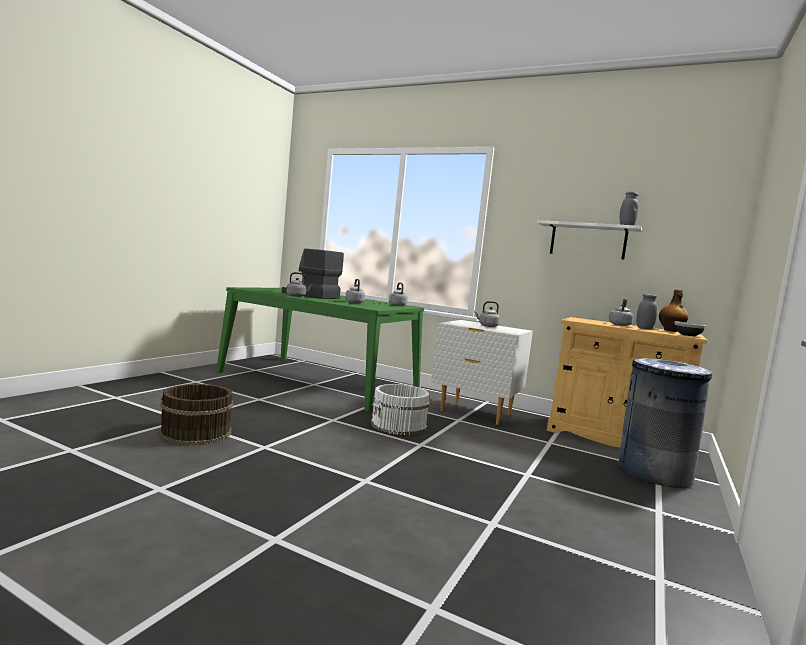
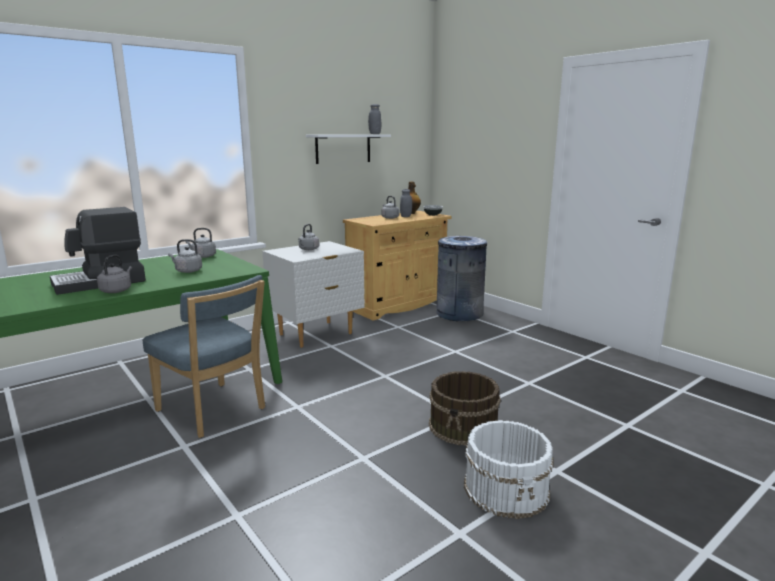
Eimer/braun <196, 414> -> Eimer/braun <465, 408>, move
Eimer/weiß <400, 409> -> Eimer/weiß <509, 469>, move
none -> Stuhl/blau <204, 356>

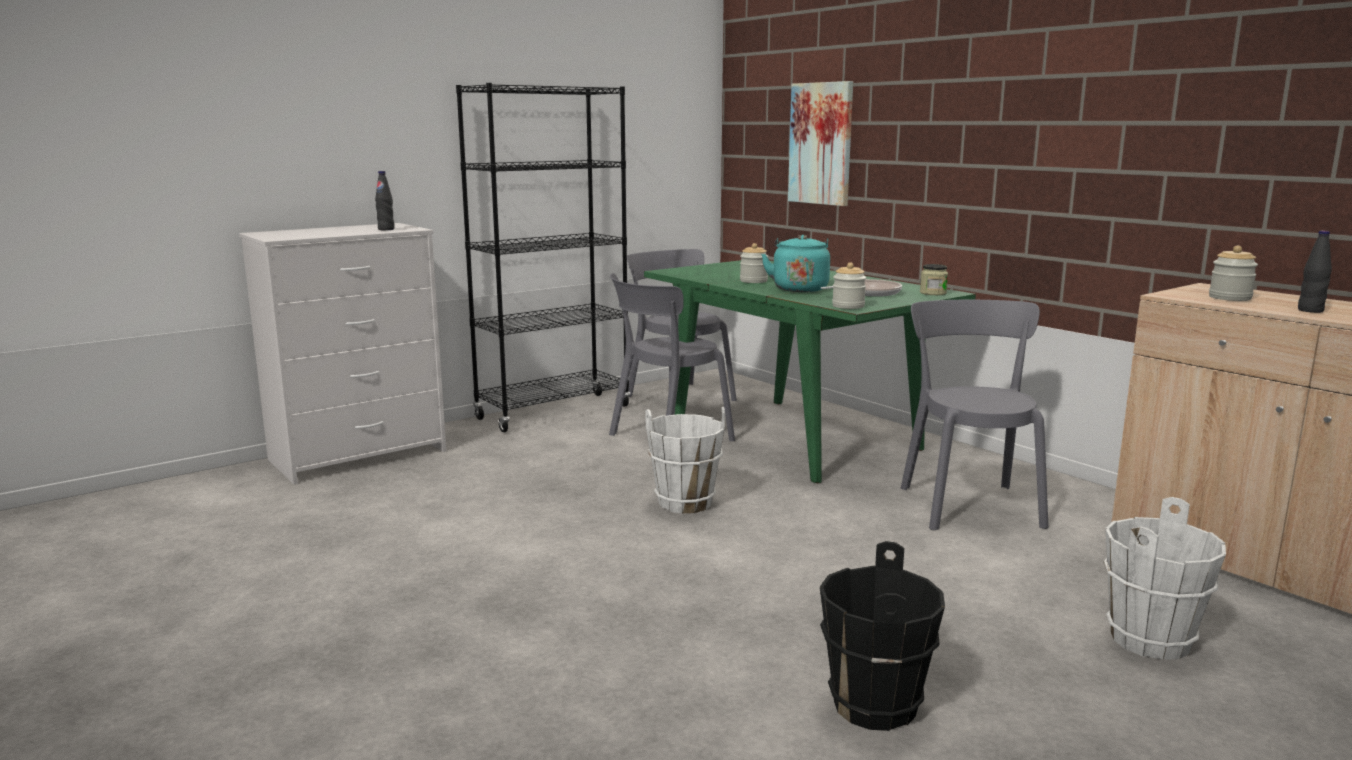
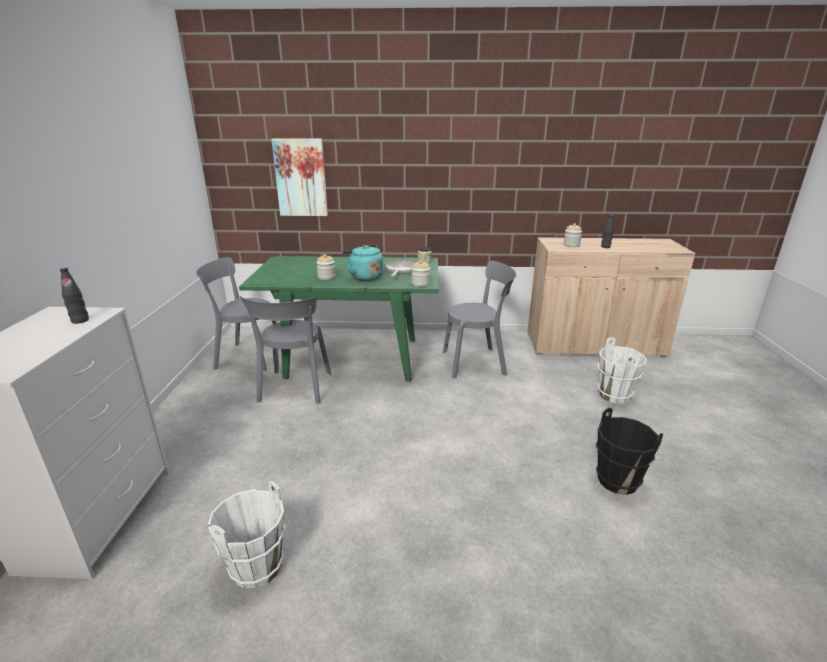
Bücherregal/schwarz <543, 257> -> none
Stuhl/grau <975, 415> -> Stuhl/grau <479, 319>, 135 degrees clockwise
Eimer/weiß <685, 460> -> Eimer/weiß <247, 535>, move

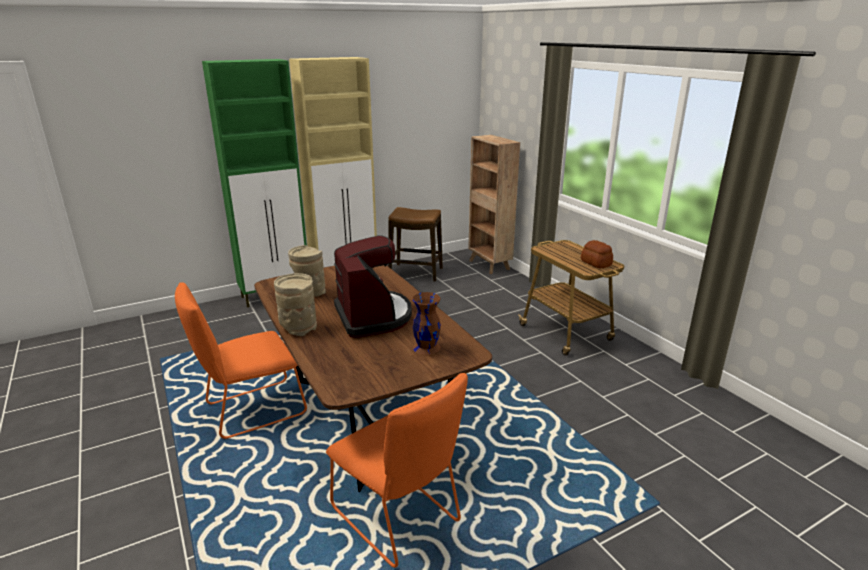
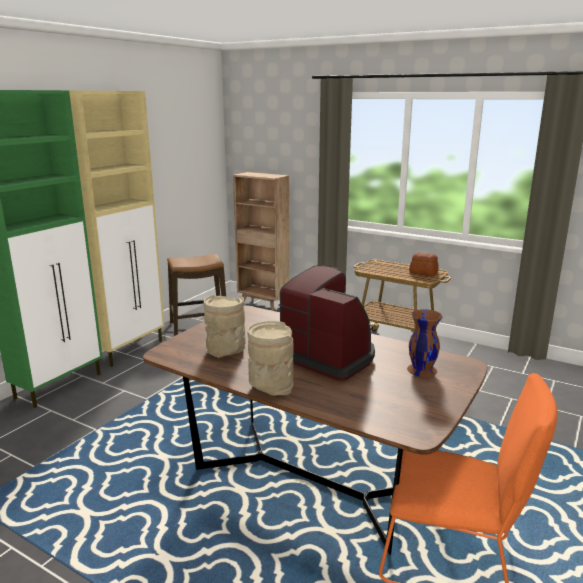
Stuhl/orange <241, 360> -> none

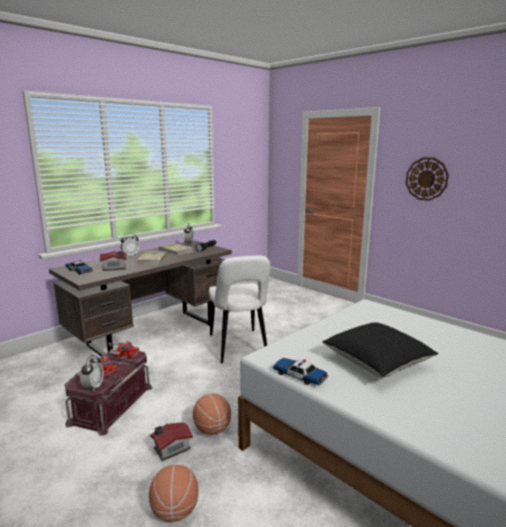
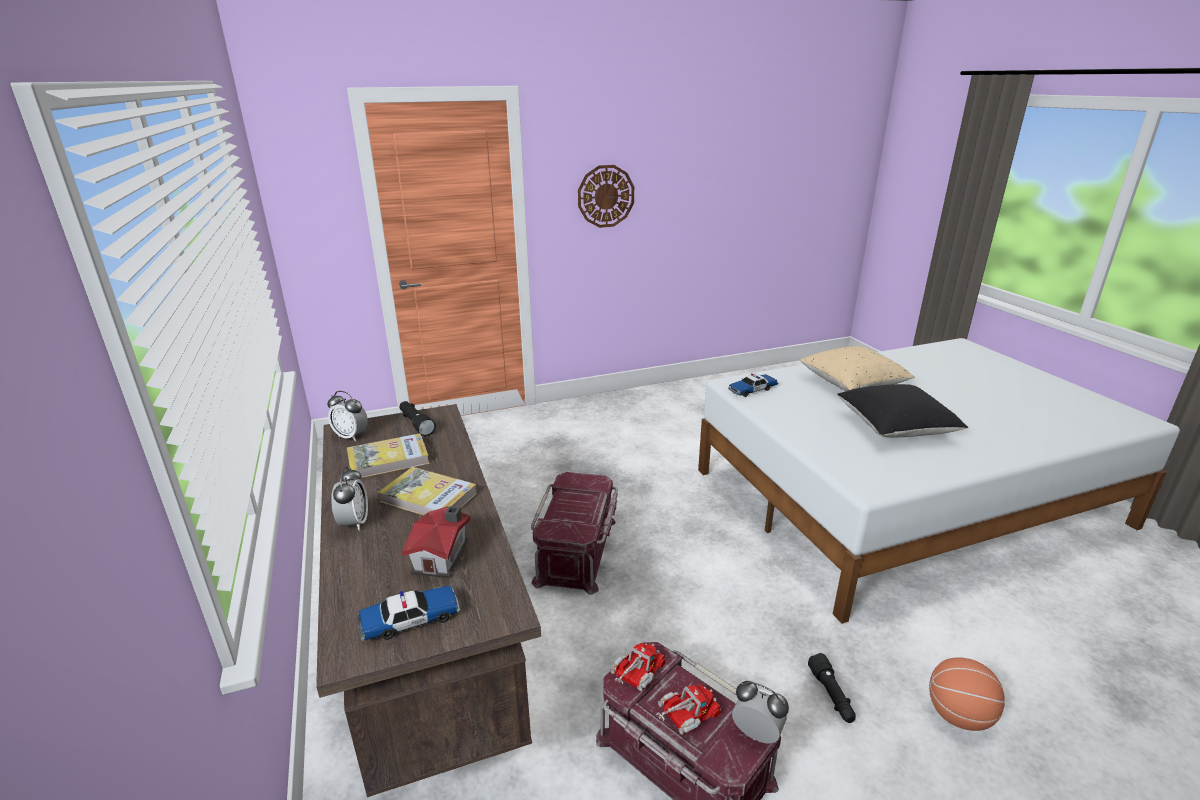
Stuhl/weiß <239, 309> -> Aufbewahrungsbox/rot <574, 533>
Spielzeugauto <300, 371> -> Spielzeugauto <753, 385>, move
Basketball <212, 414> -> none
Spielzeughaus <171, 441> -> Taschenlampe/schwarz <832, 688>
none -> Kissen/beige <857, 368>

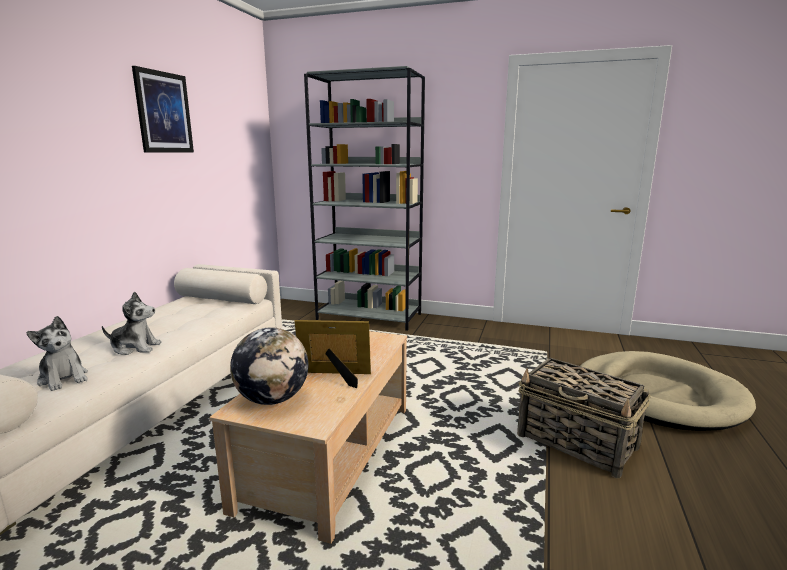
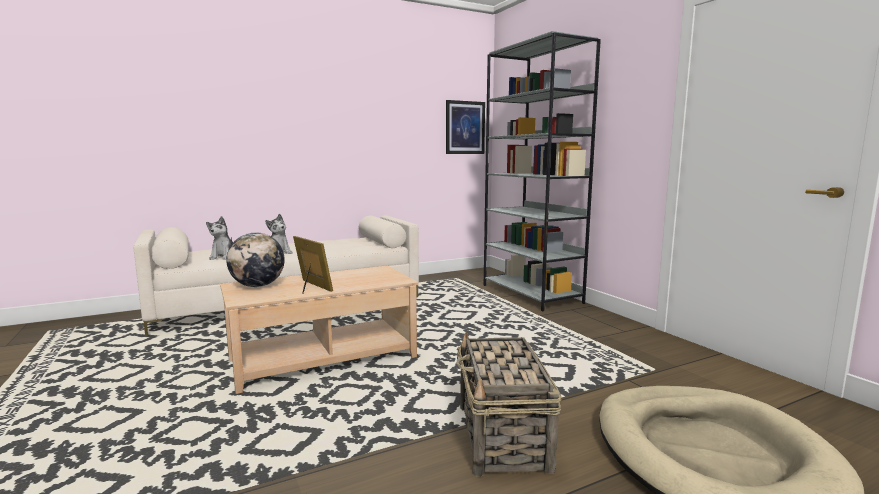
Bild <163, 109> -> Bild <465, 127>, move

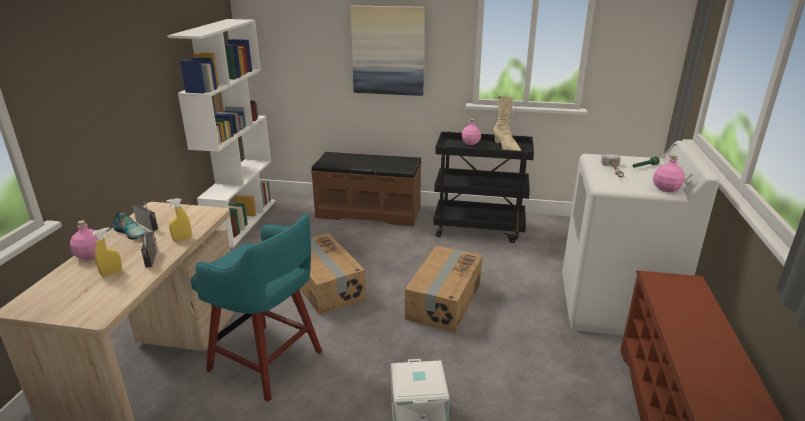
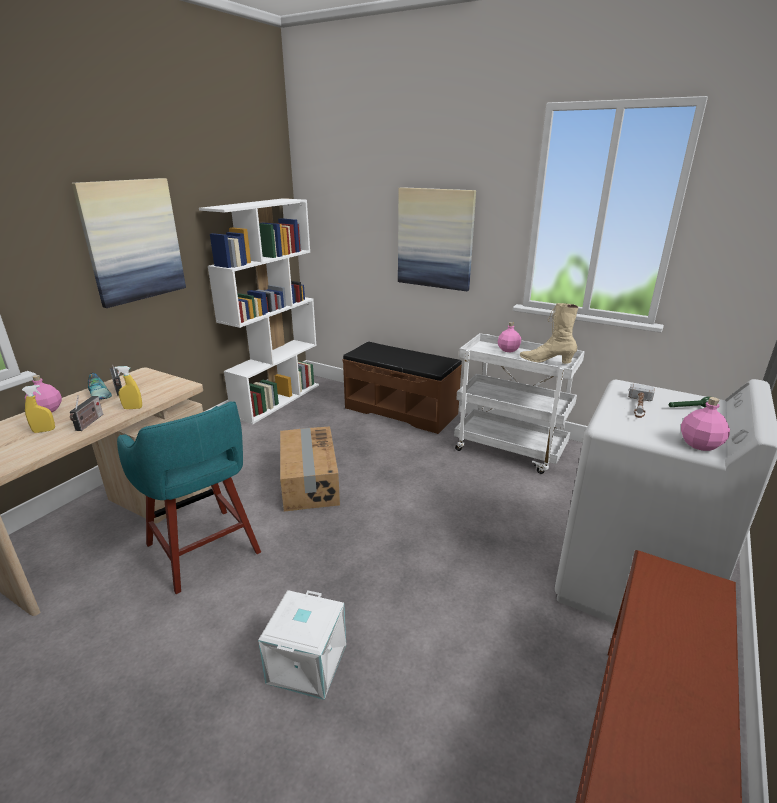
Stiefel/beige <507, 123> -> Stiefel/beige <549, 333>, 120 degrees clockwise
Rollwagen/schwarz <483, 187> -> Rollwagen/weiß <519, 403>
Karton <443, 289> -> none
none -> Bild <129, 243>

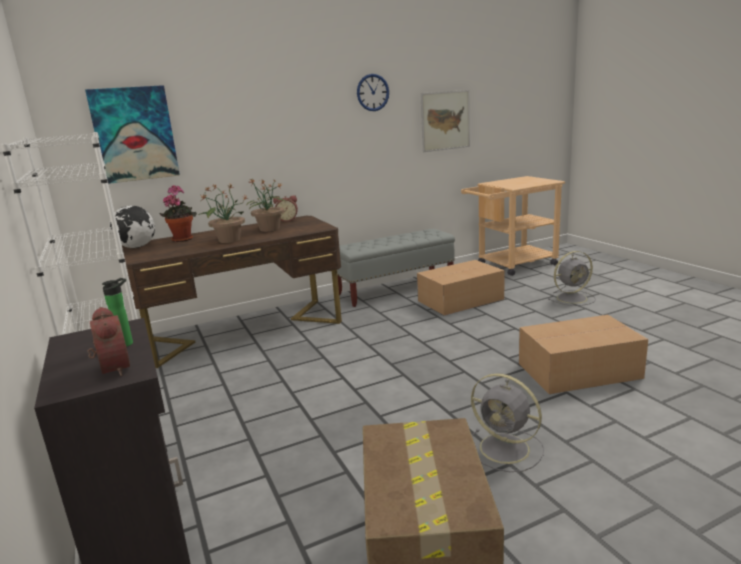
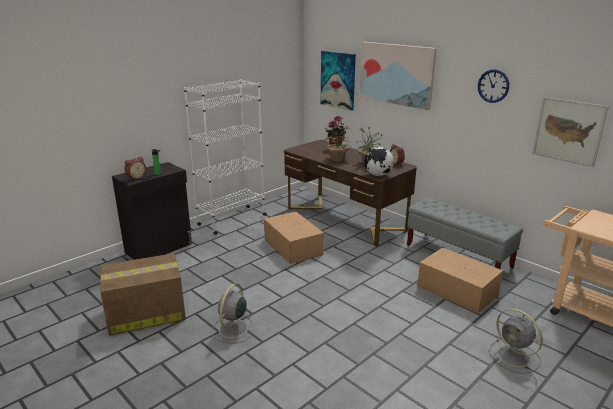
Globus <132, 227> -> Globus <379, 161>, move
Karton <583, 354> -> Karton <294, 238>, move
none -> Bild <398, 76>

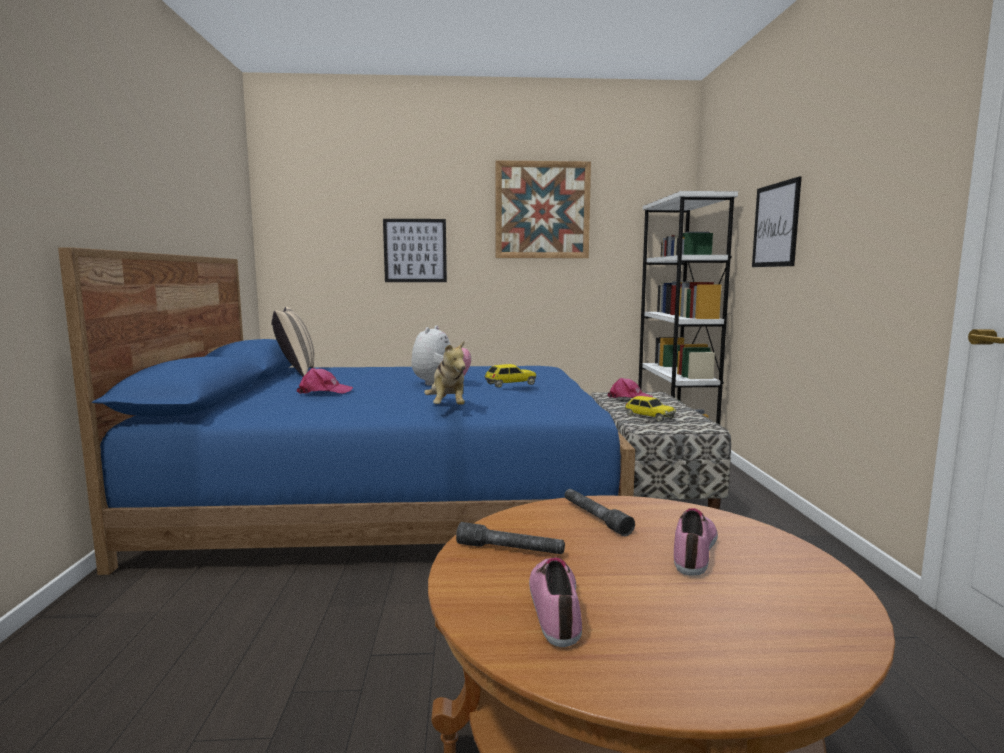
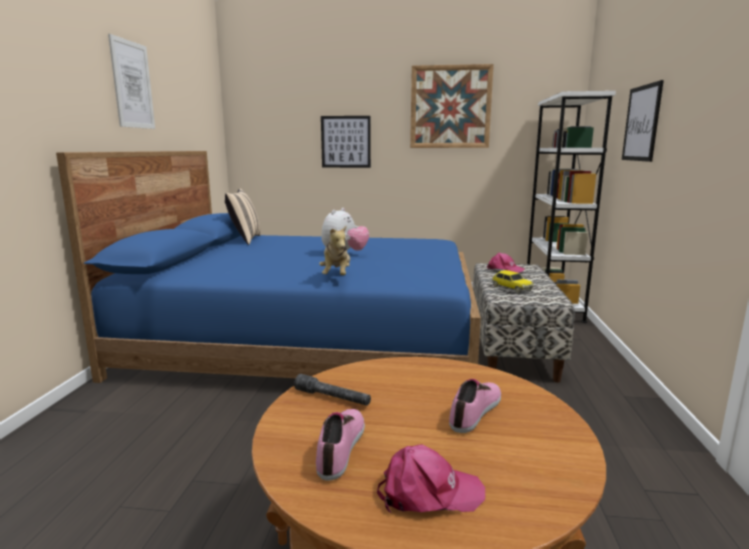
Spielzeugauto <510, 376> -> none
Kappe/rosa <325, 381> -> Kappe/rosa <431, 478>, move
Taschenlampe/grau <600, 512> -> none
none -> Bild <131, 81>

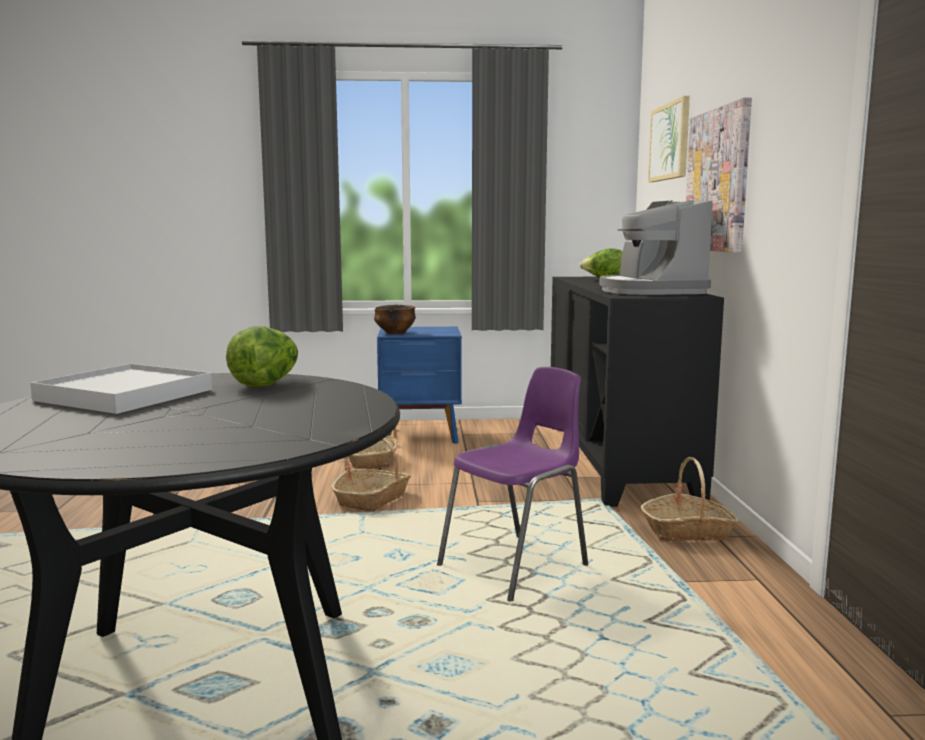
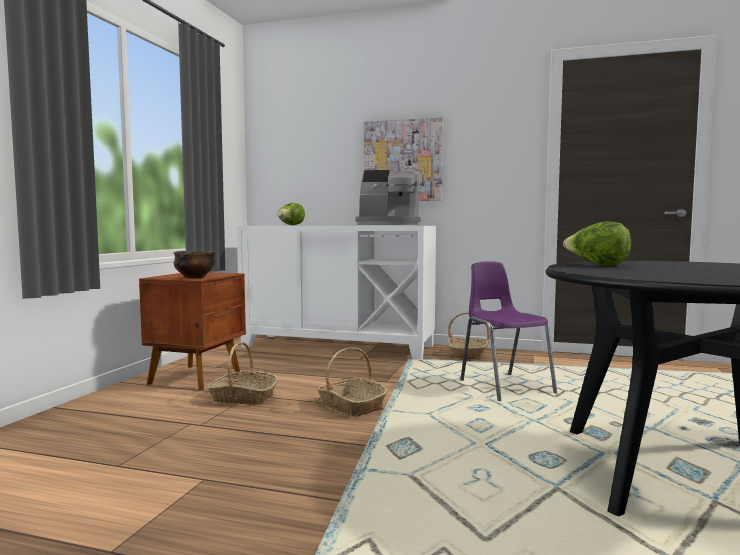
Bild <669, 139> -> none
Schrank/schwarz <637, 392> -> Schrank/weiß <336, 292>
Nachttisch/blau <419, 385> -> Nachttisch/braun <192, 331>
Tablett/weiß <121, 389> -> none

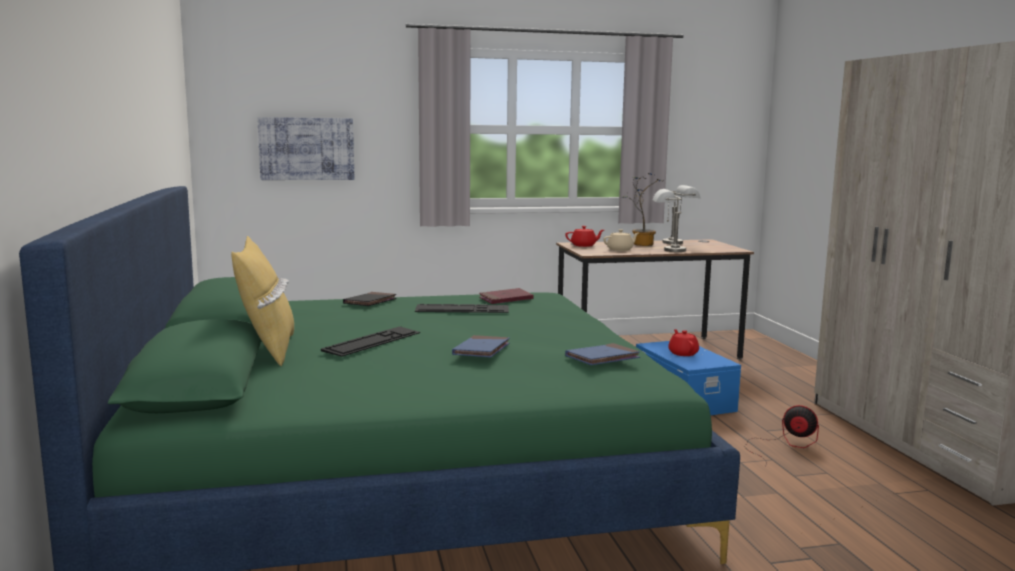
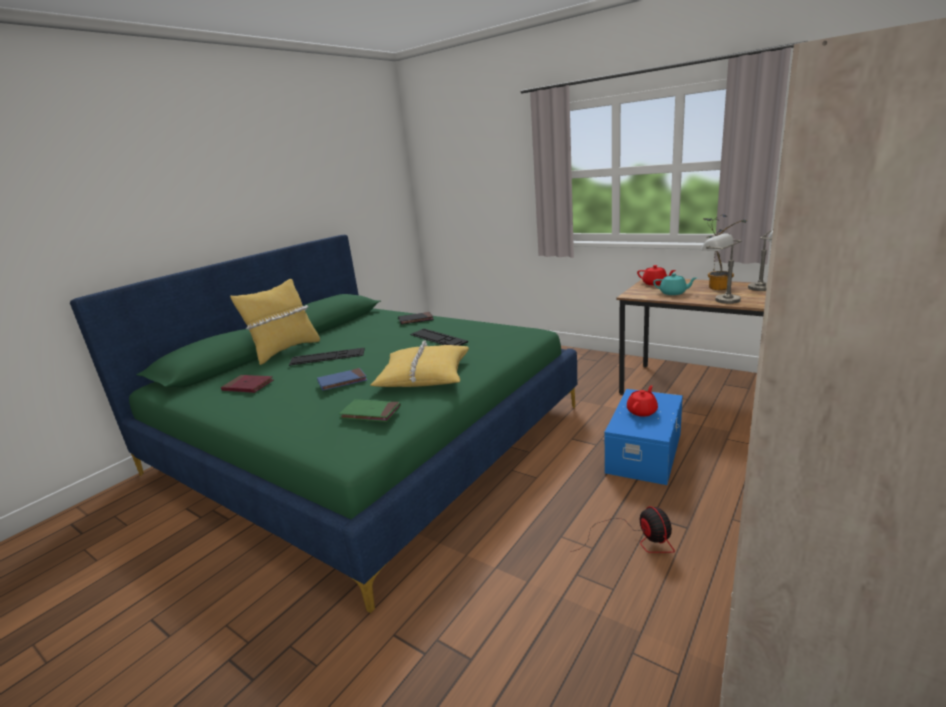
Bild <305, 148> -> none
Teekanne/beige <621, 240> -> Teekanne/türkis <674, 284>
Buch/rot <506, 296> -> Buch/rot <247, 384>, move
Buch/blau <602, 354> -> Buch/grün <370, 410>
none -> Kissen/gelb <420, 364>

